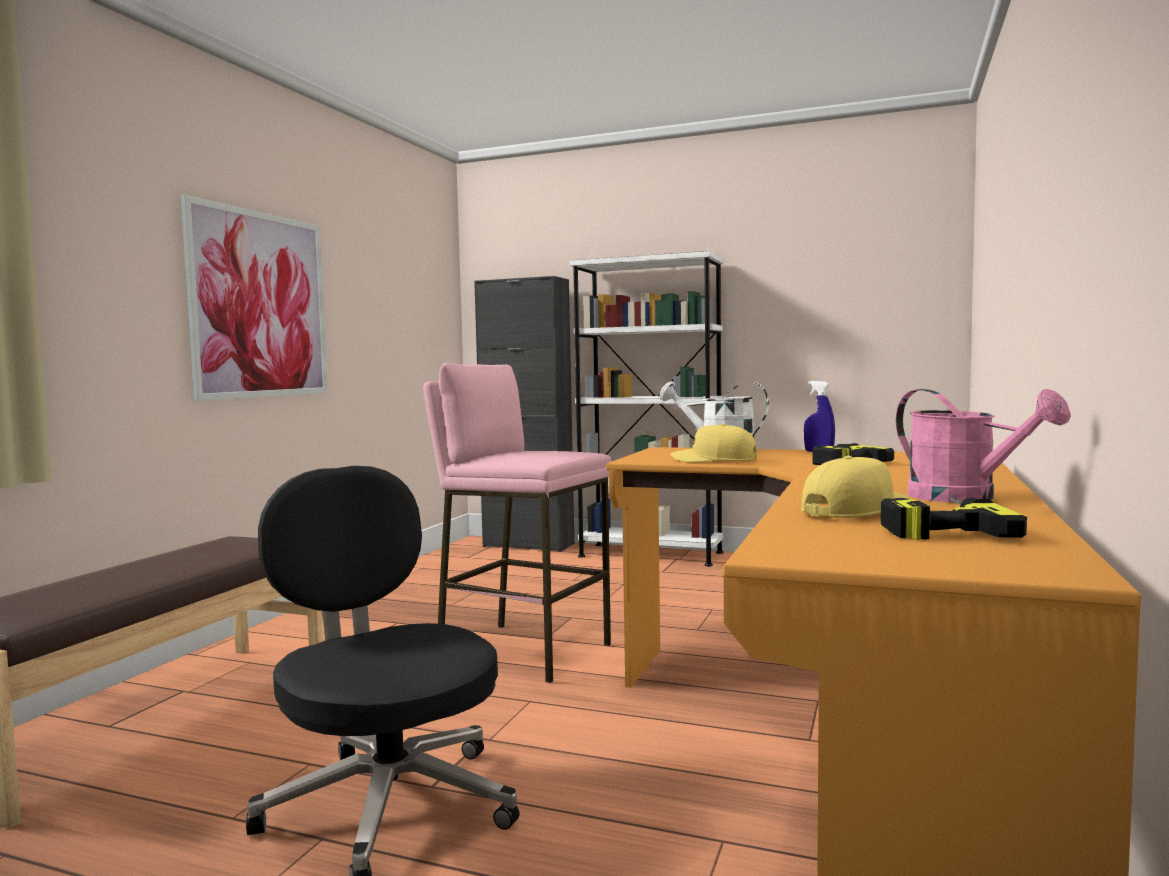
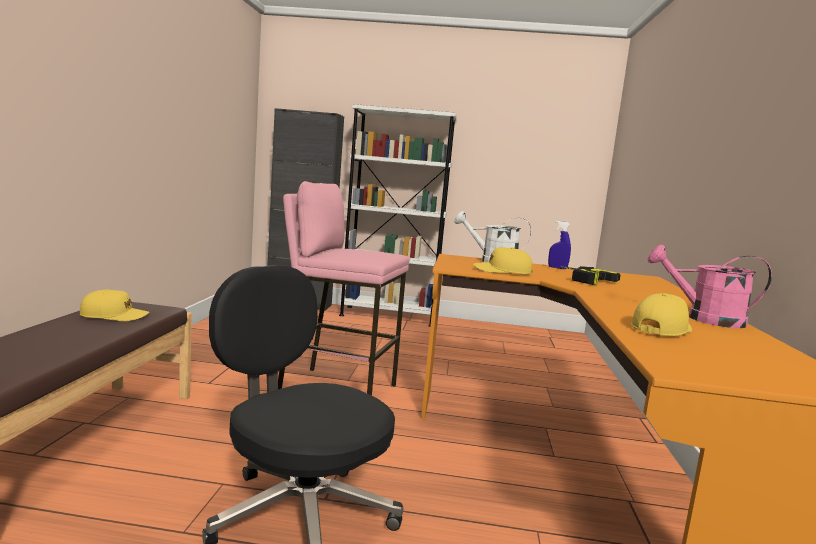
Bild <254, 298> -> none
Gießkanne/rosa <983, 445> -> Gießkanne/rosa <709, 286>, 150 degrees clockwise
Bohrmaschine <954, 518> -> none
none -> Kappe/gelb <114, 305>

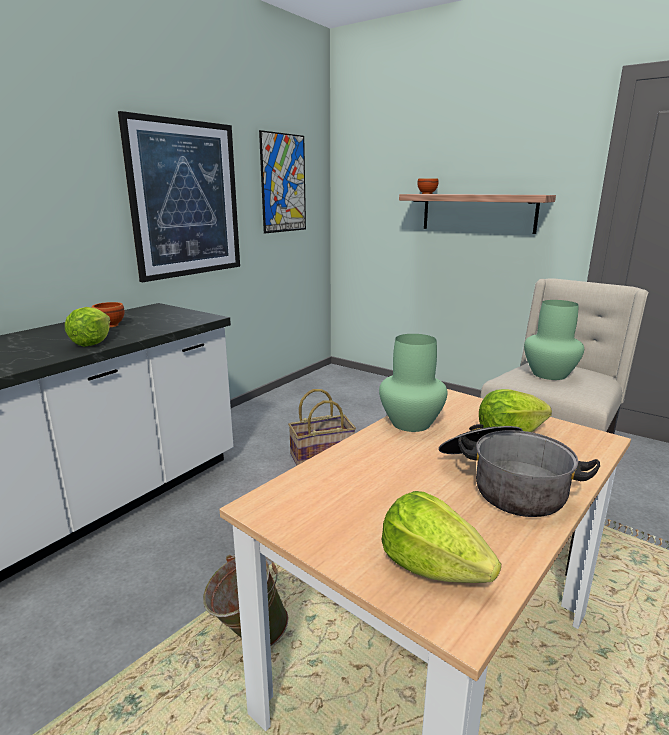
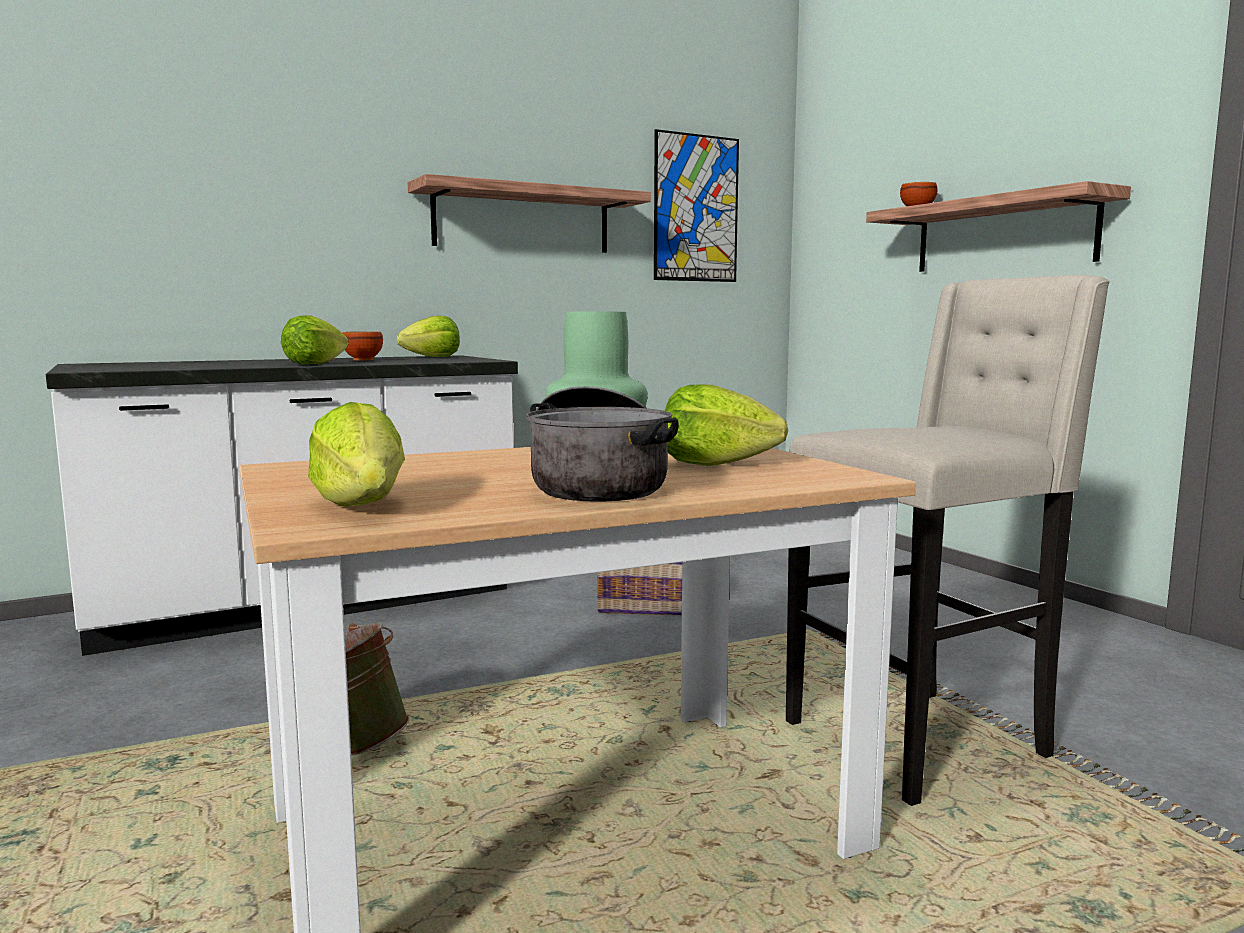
Bild <179, 196> -> Wandregal <529, 213>
Vase/grün <554, 340> -> none
none -> Salatkopf <428, 336>

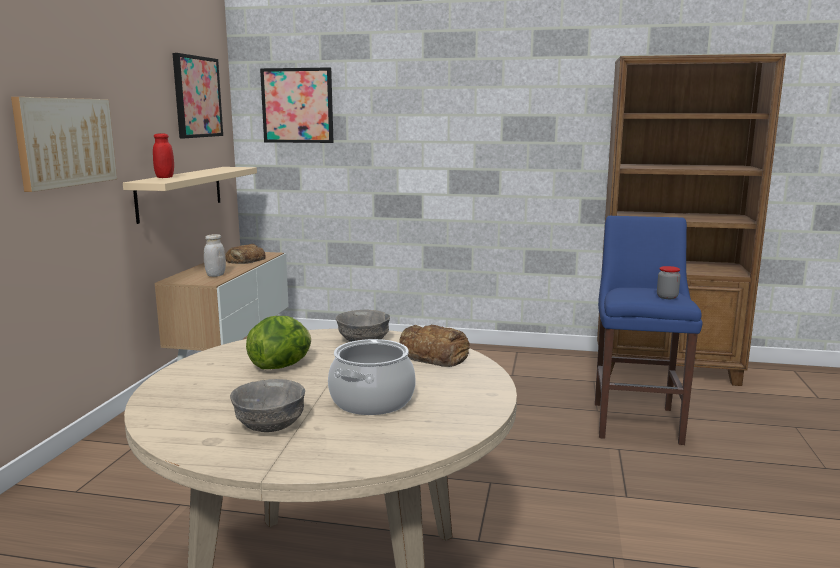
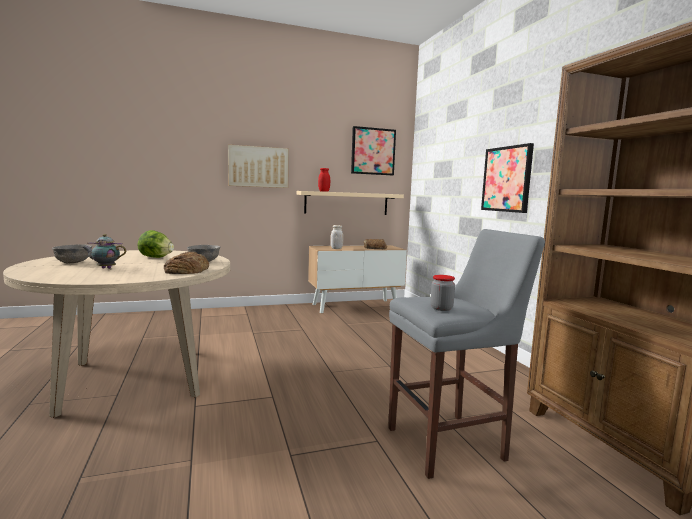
Bild <297, 105> -> Bild <507, 178>, move
Hocker/blau <648, 330> -> Hocker/grau <466, 354>
Kochtopf <372, 377> -> Teekanne <104, 251>

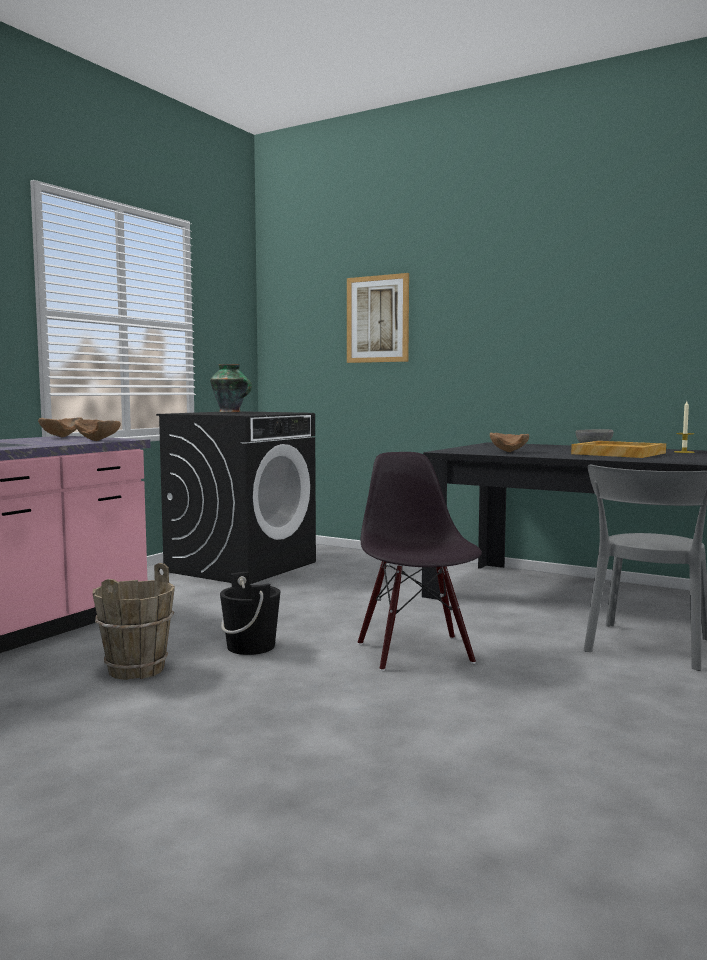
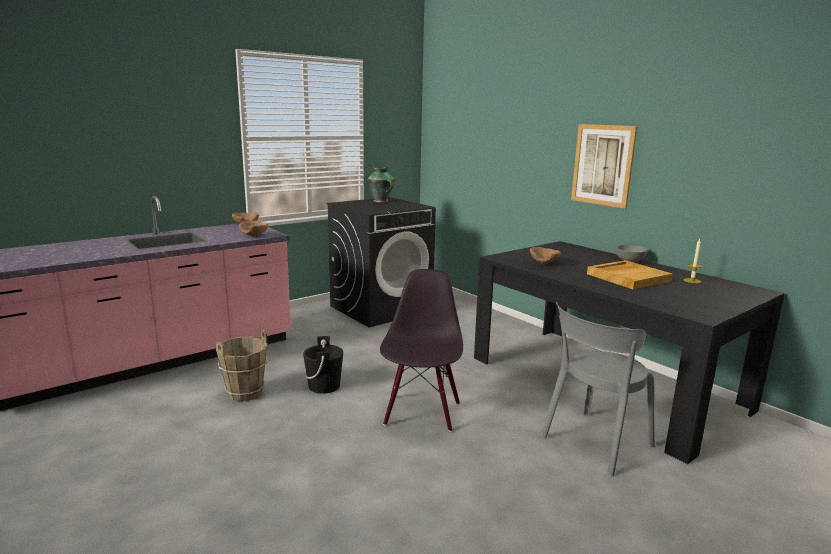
Bild <378, 318> -> Bild <604, 166>, move

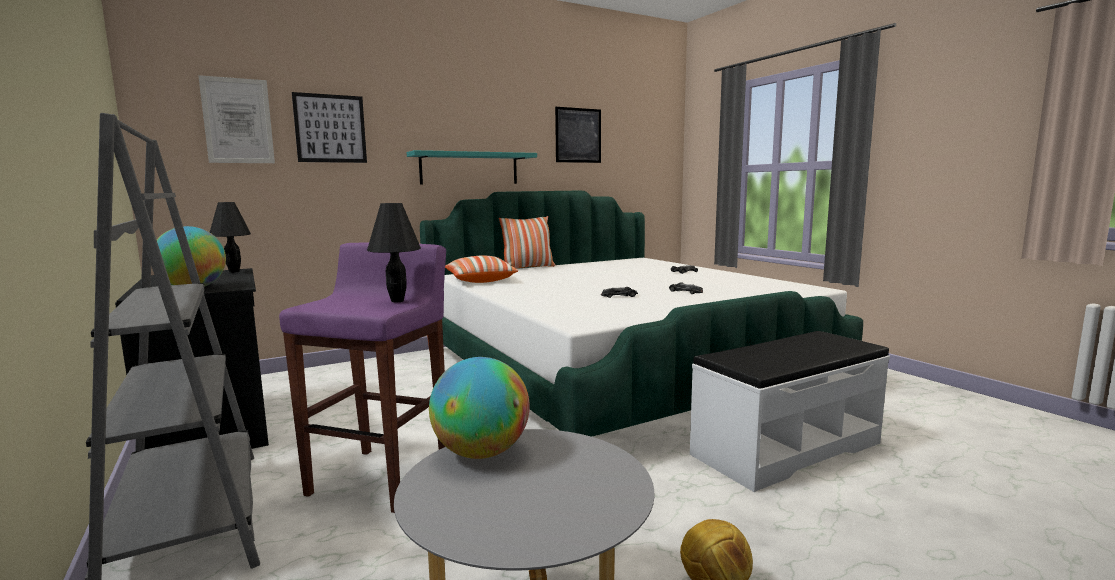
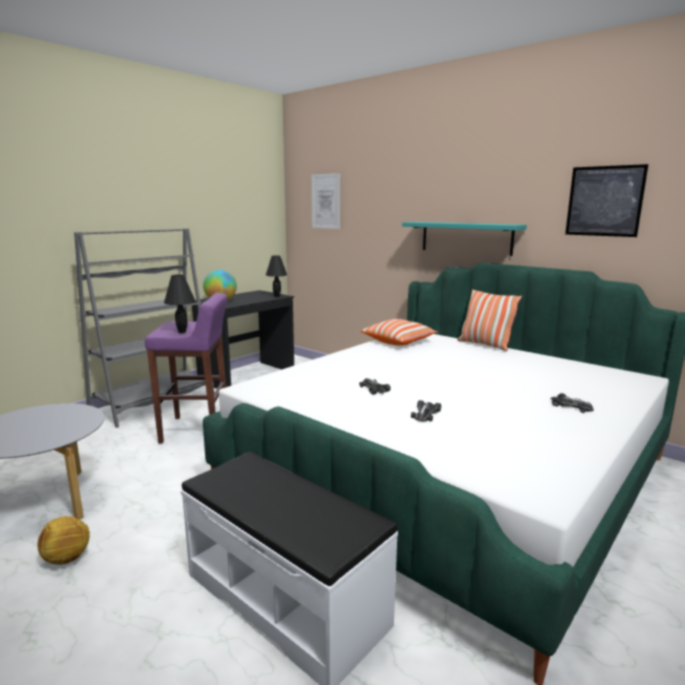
Bild <329, 127> -> none
Globus <479, 408> -> none

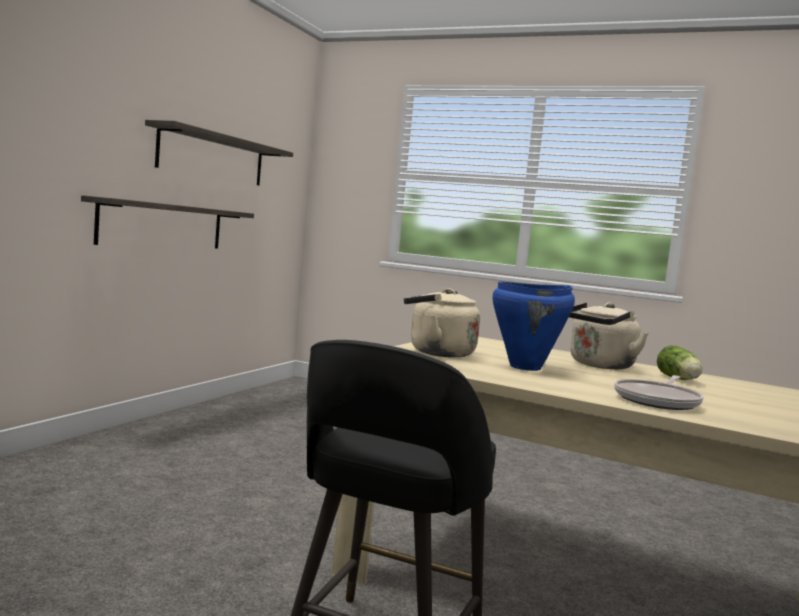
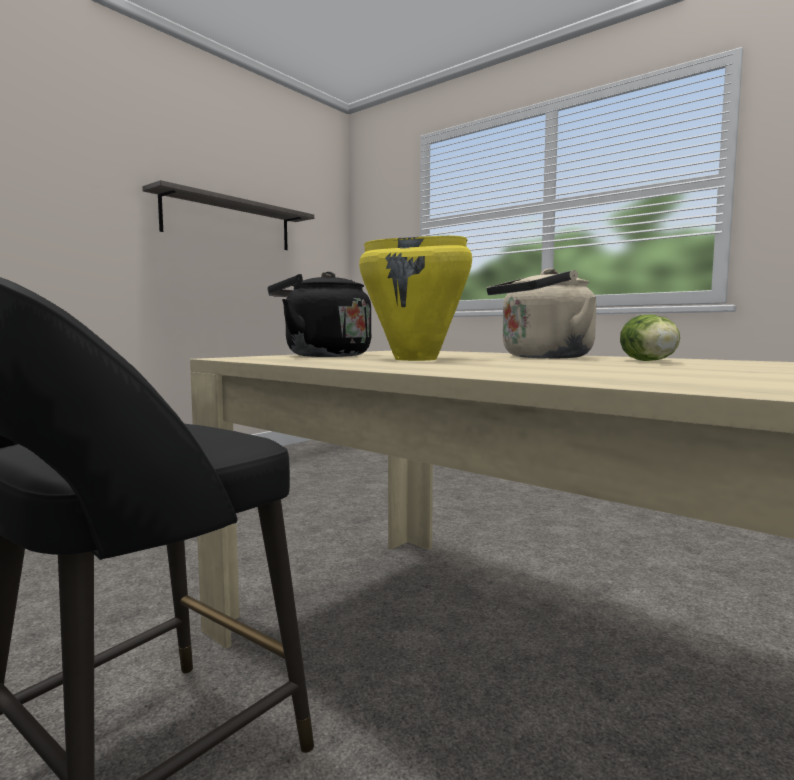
Wandregal <167, 221> -> none
Kochtopf/blau <533, 326> -> Kochtopf/gelb <415, 298>
Wasserkessel/beige <442, 322> -> Wasserkessel/schwarz <319, 314>
Pfanne <659, 392> -> none

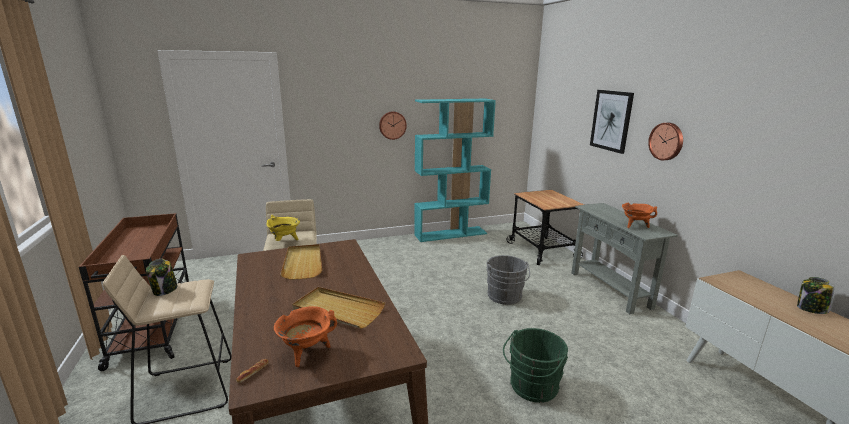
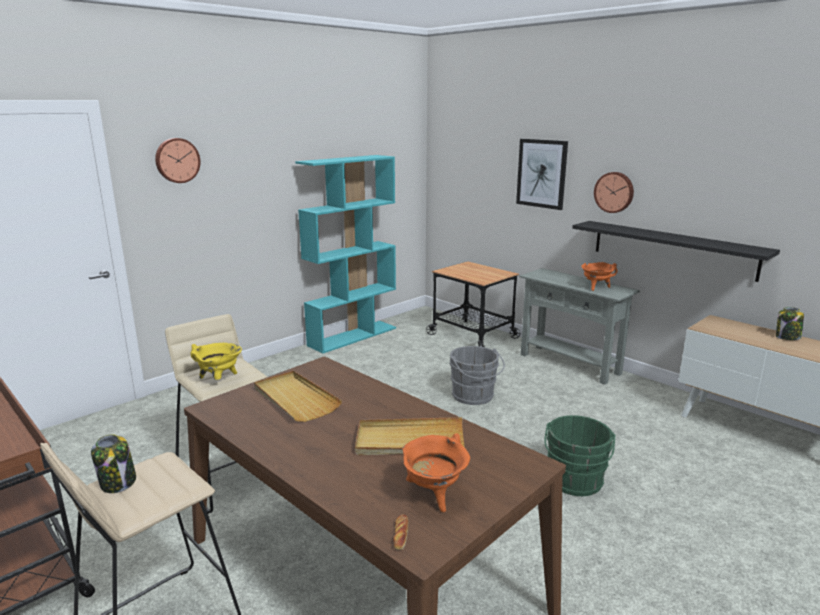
Wanduhr <393, 125> -> Wanduhr <178, 160>, move
none -> Wandregal/schwarz <676, 251>

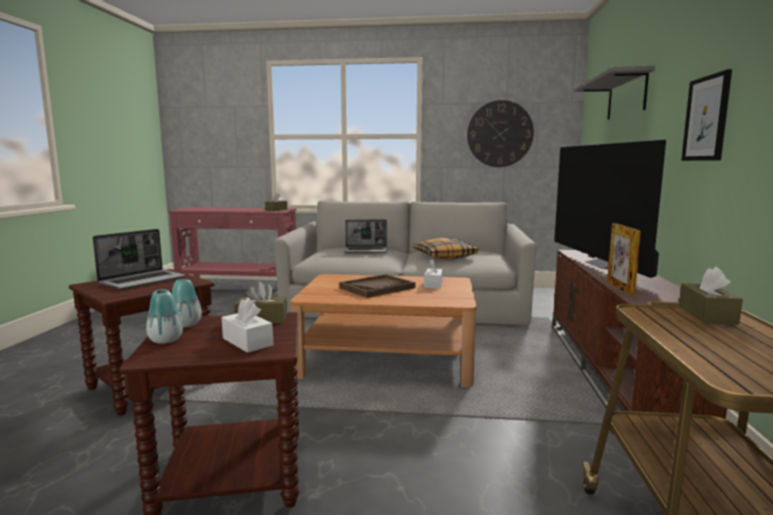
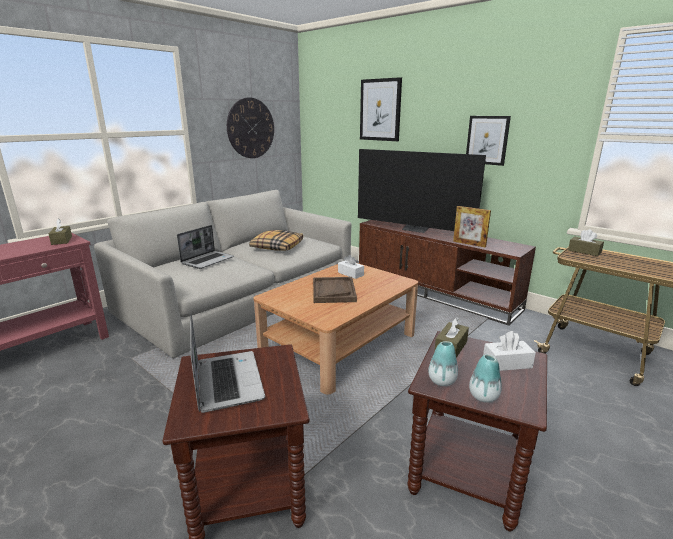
Wandregal/grau <614, 93> -> Bild <381, 109>

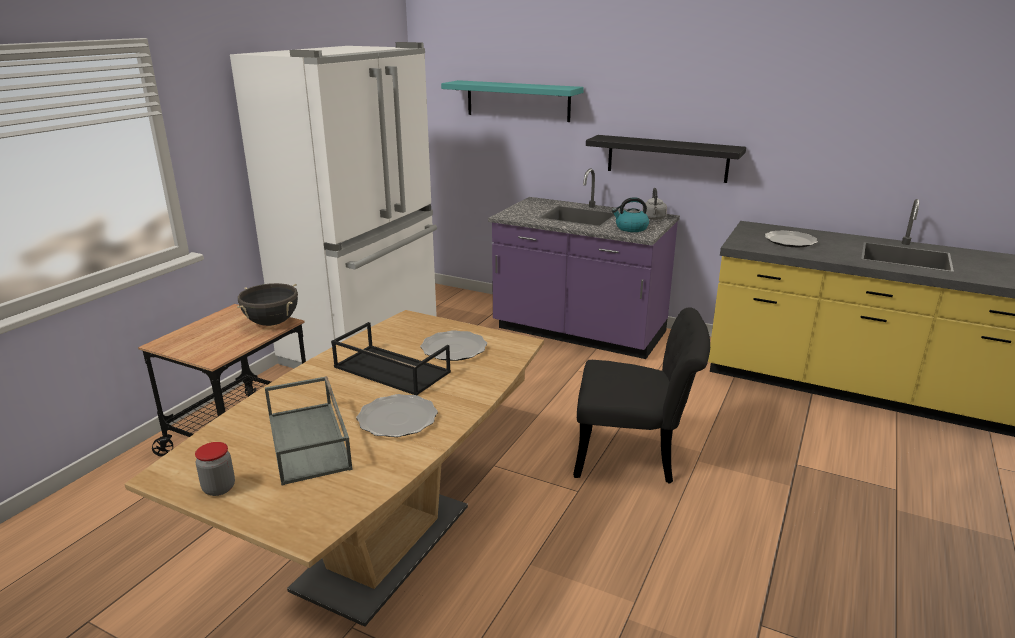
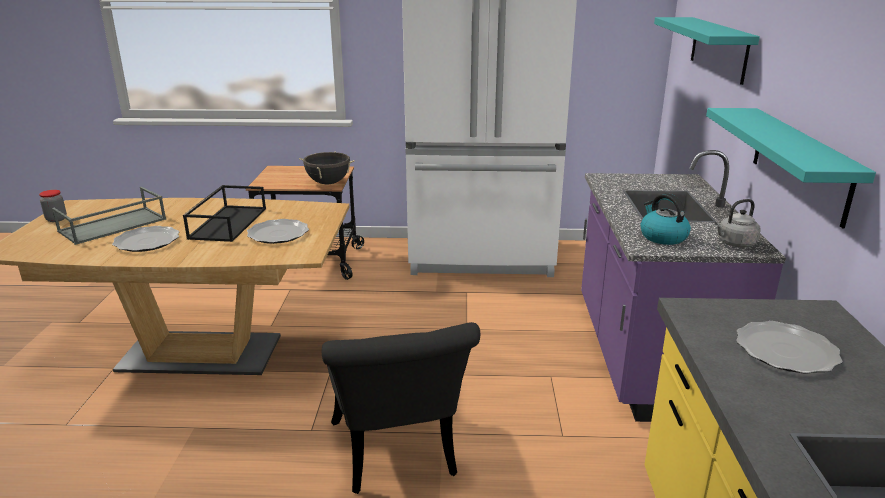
Wandregal/schwarz <666, 159> -> Wandregal/türkis <791, 168>

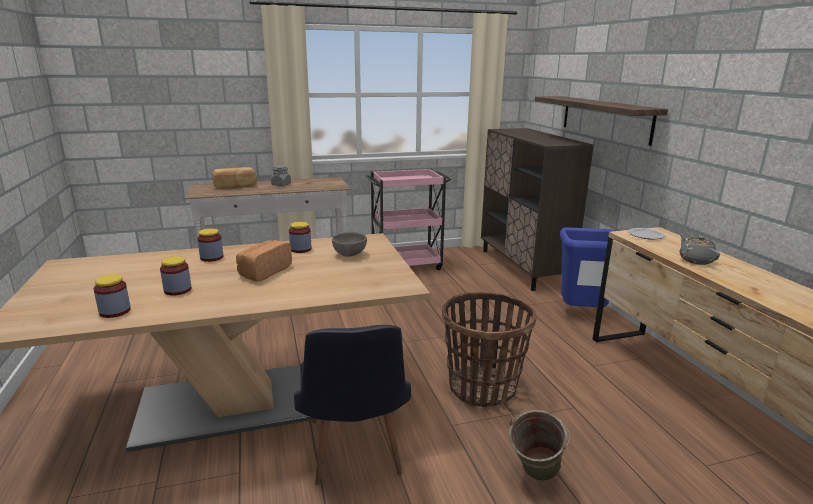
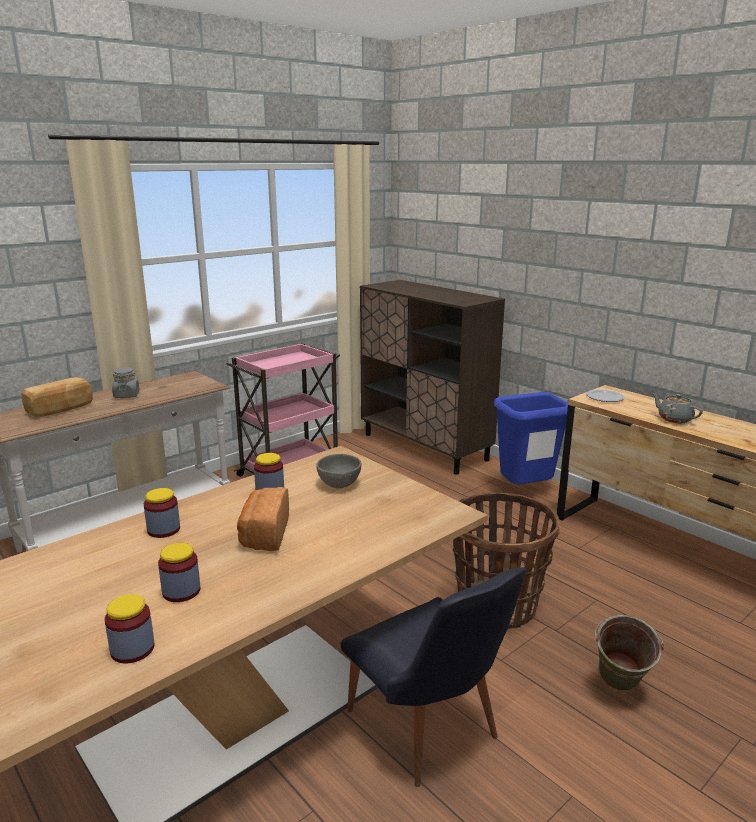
Wandregal <601, 121> -> none

